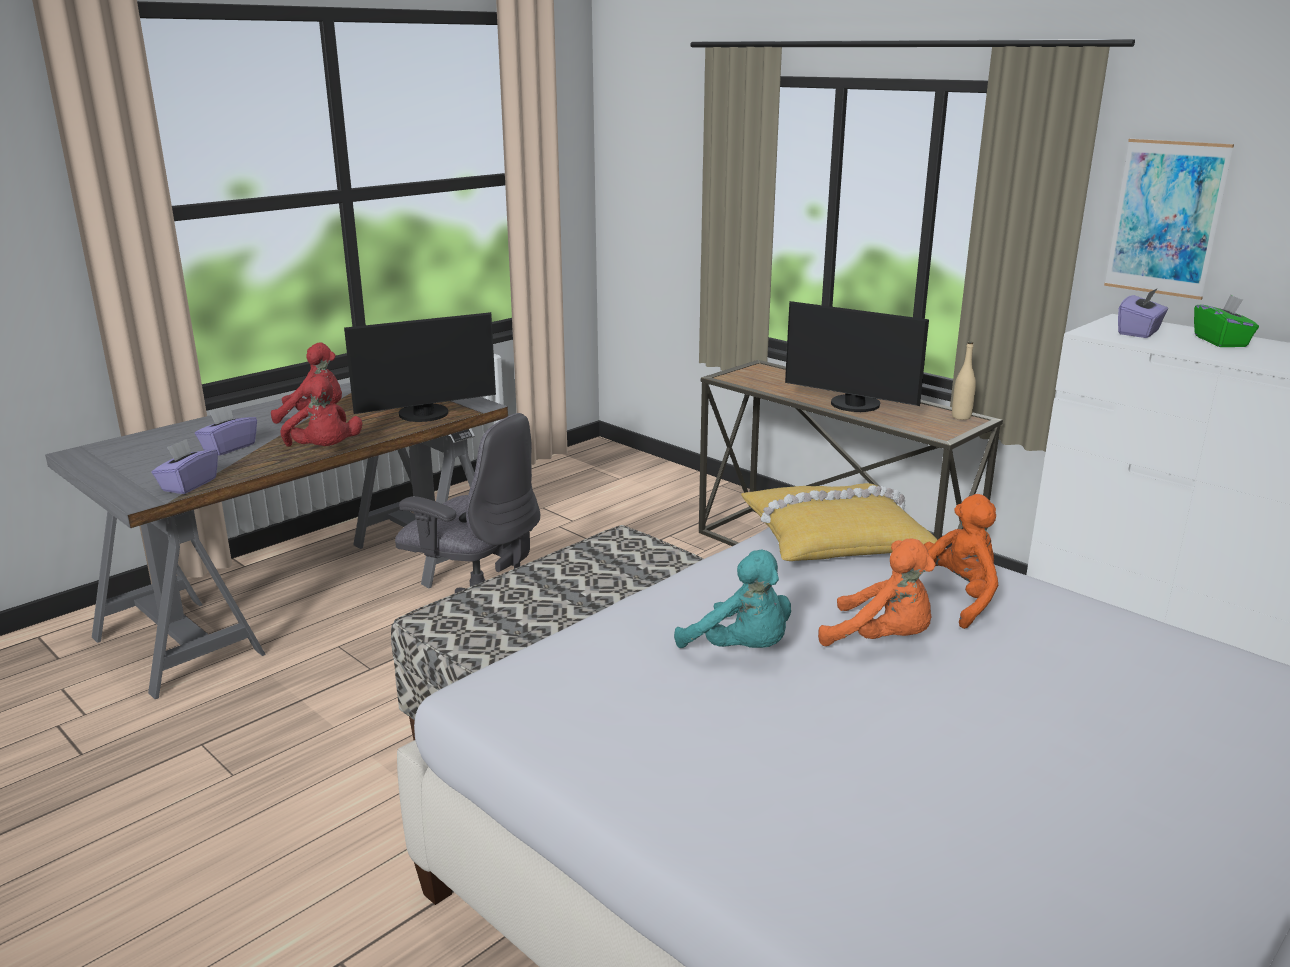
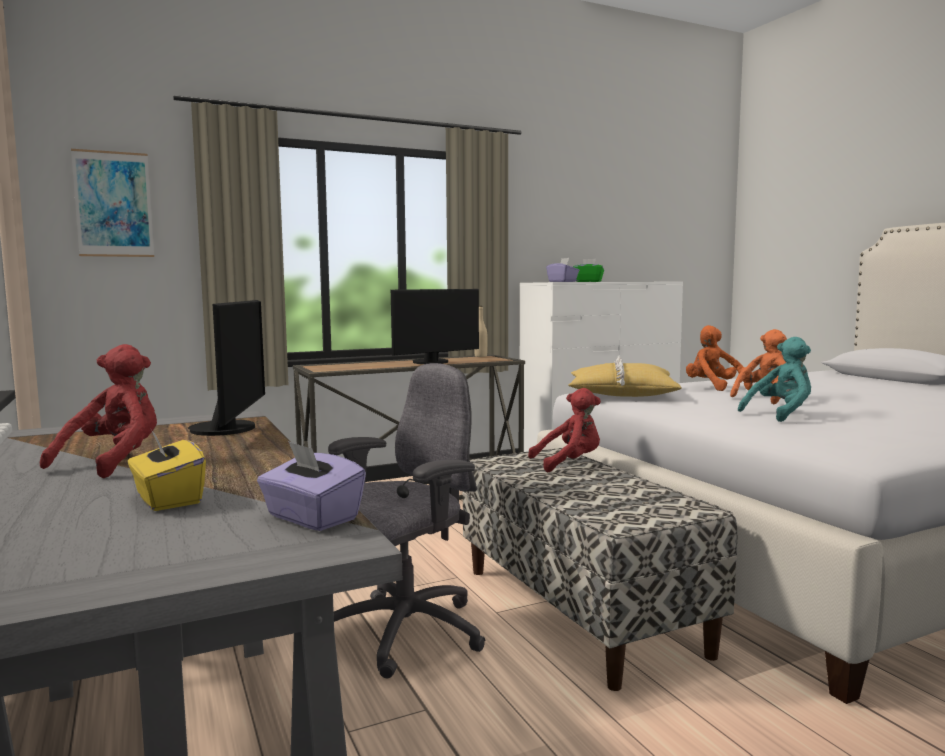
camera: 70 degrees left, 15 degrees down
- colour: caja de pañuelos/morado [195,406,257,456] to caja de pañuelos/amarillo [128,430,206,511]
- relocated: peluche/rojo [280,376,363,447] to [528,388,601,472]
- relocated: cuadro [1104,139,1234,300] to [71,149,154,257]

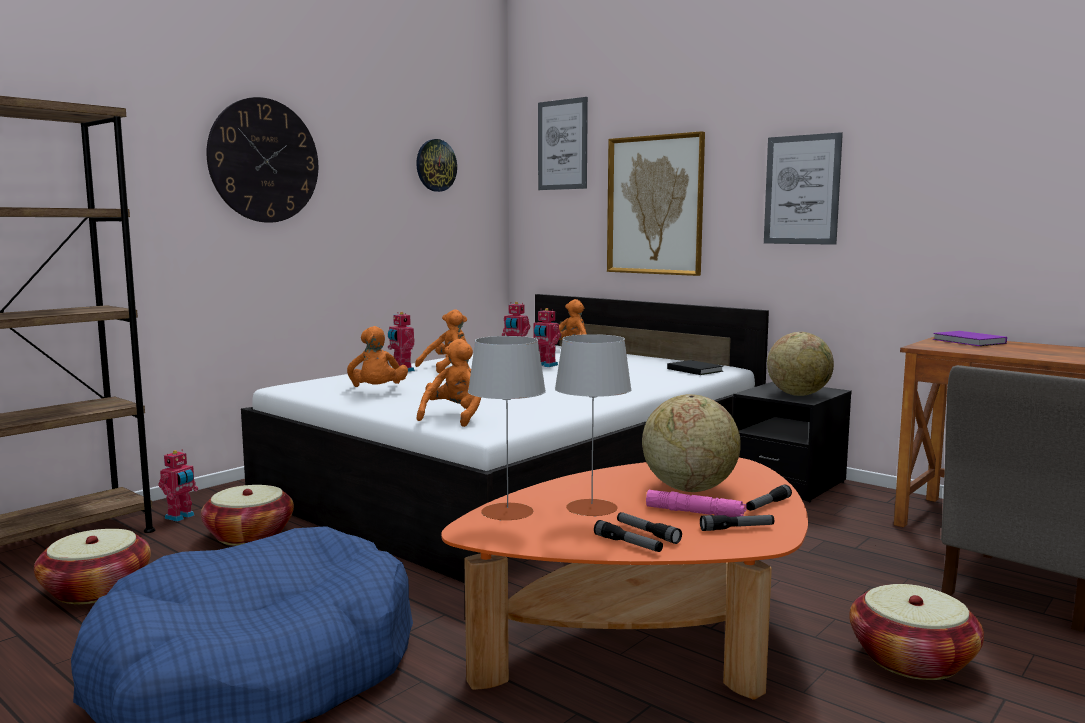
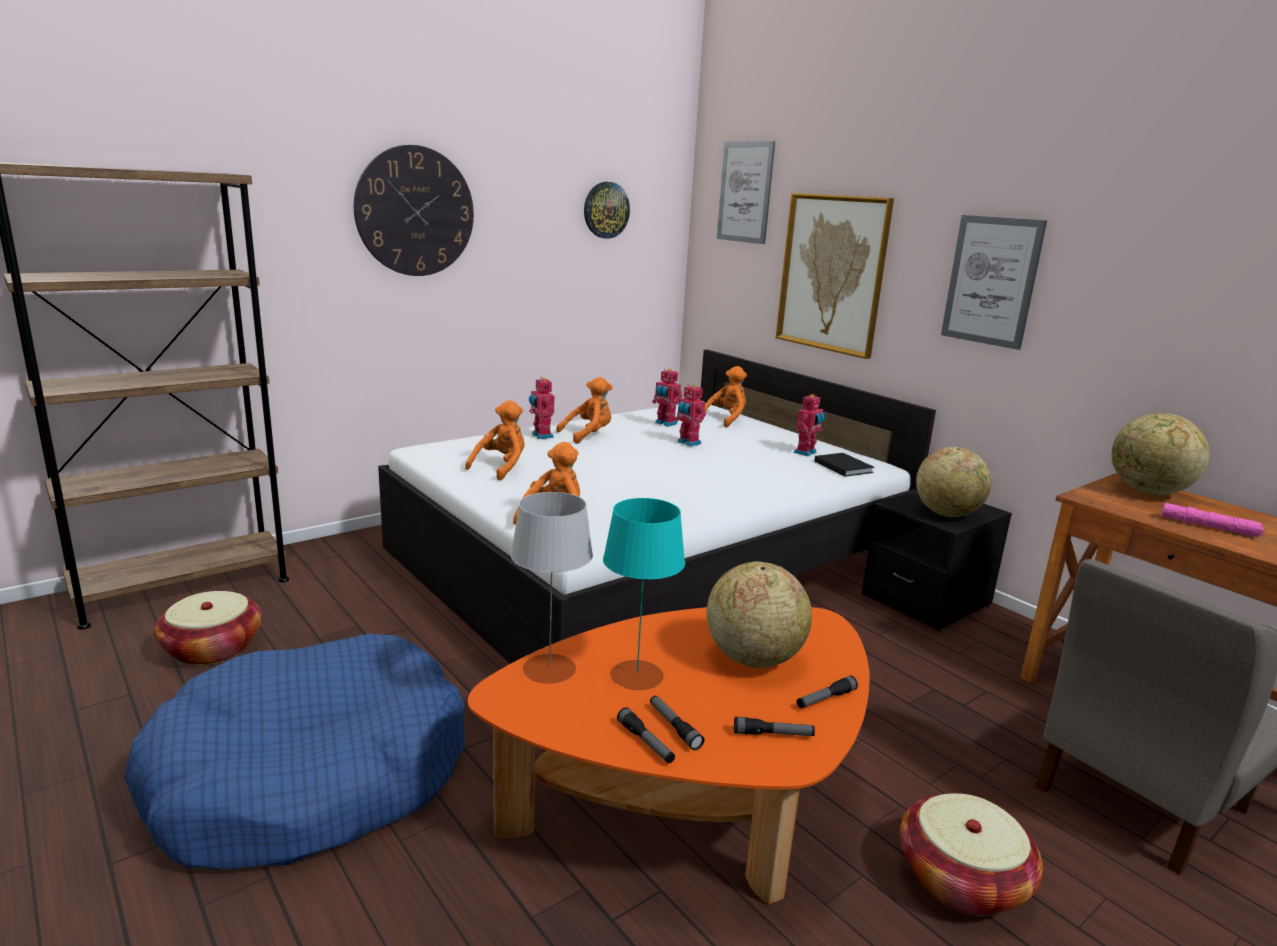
camera: 10 degrees right, 10 degrees up
- relocated: robot de juguete [158,449,198,522] to [794,394,825,456]
- missing: cesta [201,485,294,546]
- spun: peluche/naranja [347,326,408,387] = [465,400,525,480] 150 degrees counterclockwise
- colour: lámpara de mesa/gris [555,334,632,516] to lámpara de mesa/turquesa [603,498,685,690]
- relocated: linterna/rosa [646,490,746,517] to [1161,503,1264,537]
- exchanged: libro/morado [933,331,1007,346] to globo terráqueo [1112,413,1209,495]

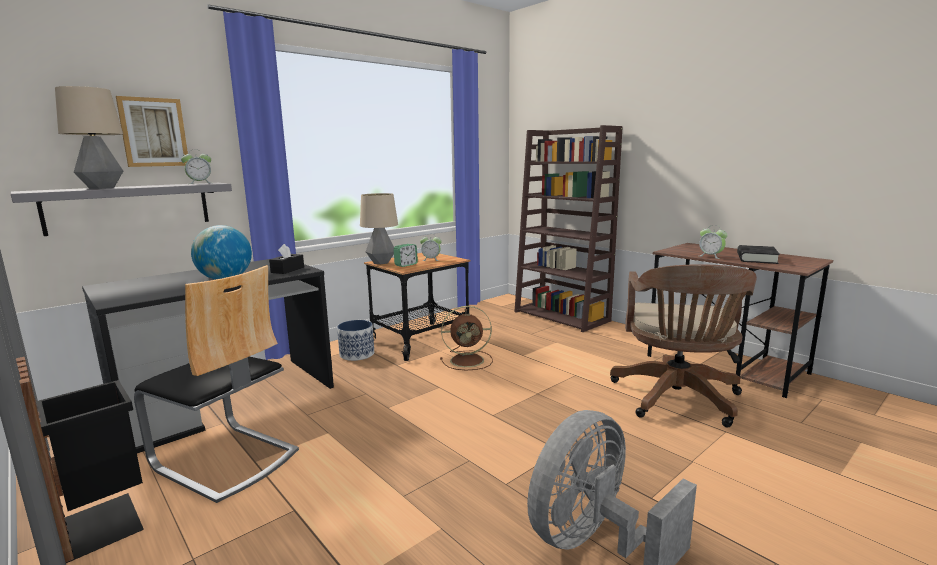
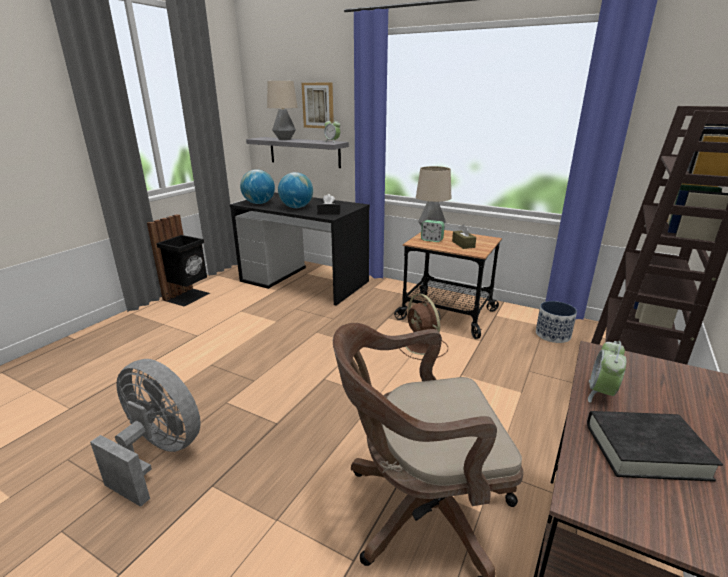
camera: 70 degrees right, 10 degrees up
- missing: silla [134,265,299,503]
- relocated: maceta [337,320,374,361] to [536,301,577,343]
- exchanged: despertador [420,234,442,261] to caja de pañuelos/marrón [452,224,476,249]
- appeared: globo terráqueo [240,169,275,204]

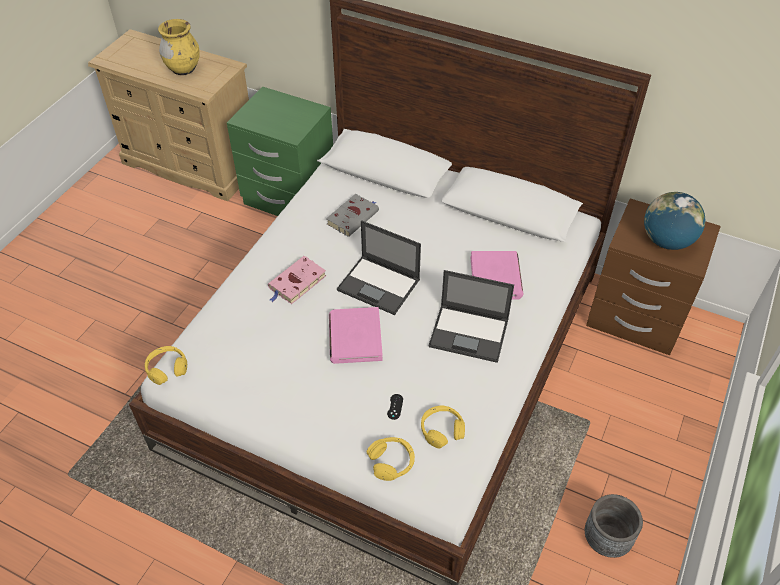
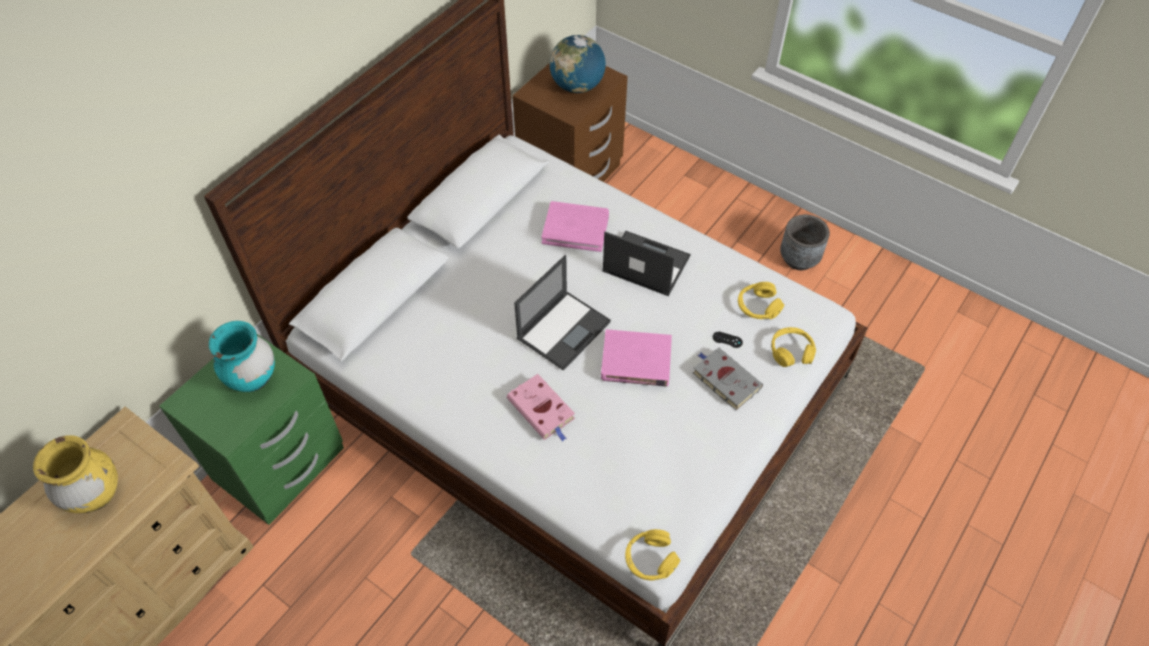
camera: 80 degrees left, 5 degrees up
- relocated: libro/gris [326,194,379,237] to [693,348,763,410]
- spun: portátil [429,270,514,363] = [602,231,691,296] 90 degrees counterclockwise
- appeared: florero/turquesa [209,321,275,392]

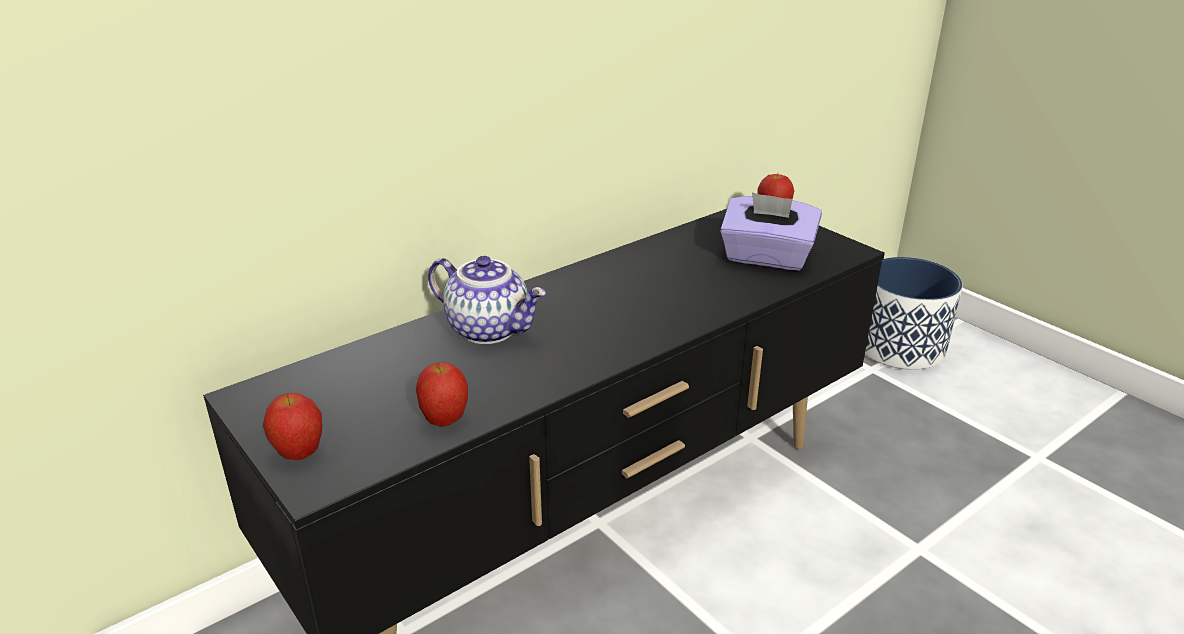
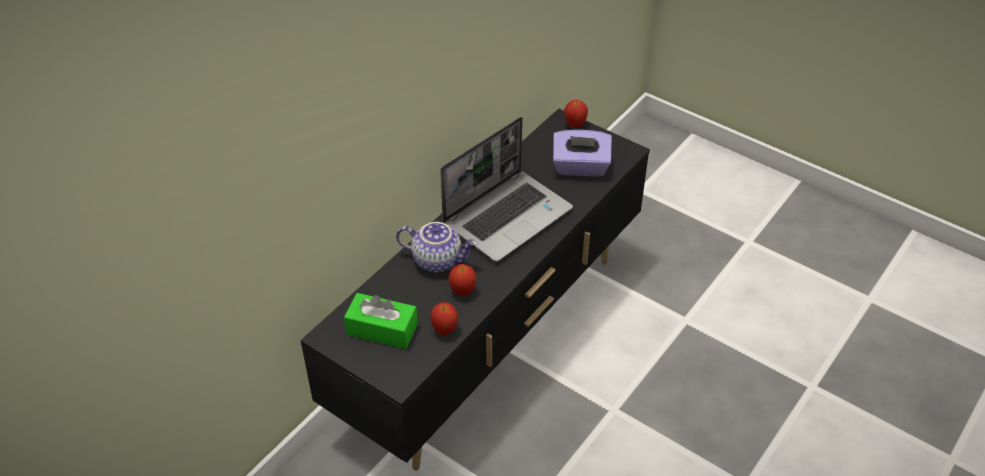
camera: 15 degrees left, 15 degrees up
- relocated: manzana [263,392,322,460] to [449,264,477,296]
- missing: maceta [865,257,963,370]
- appeared: caja de pañuelos/verde [344,293,418,349]
- appeared: portátil [440,117,573,262]

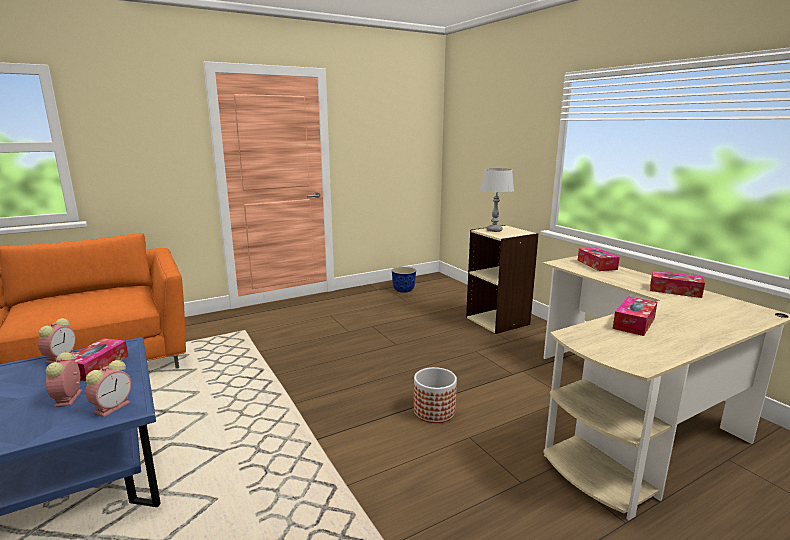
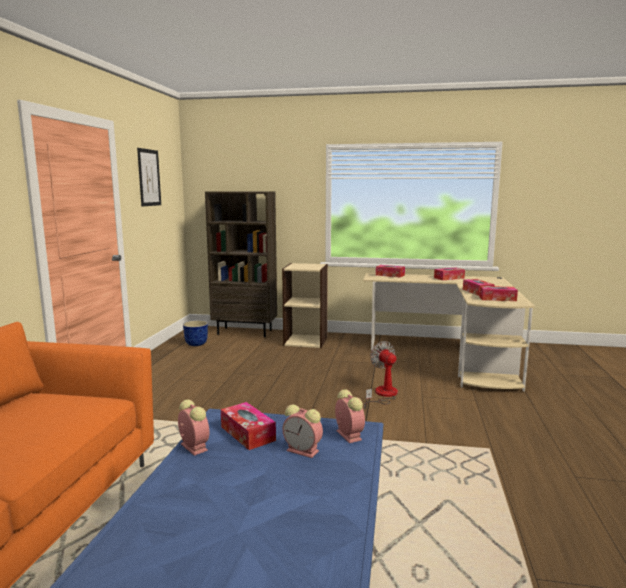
camera: 50 degrees left, 5 degrees down
- exchanged: maceta [414,367,457,423] to ventilador [364,341,398,409]
- missing: lámpara de mesa/gris [480,168,514,232]
- appeared: cuadro [137,148,161,207]
- appeared: estantería/marrón [205,191,277,337]
- appeared: caja de pañuelos [479,286,518,301]

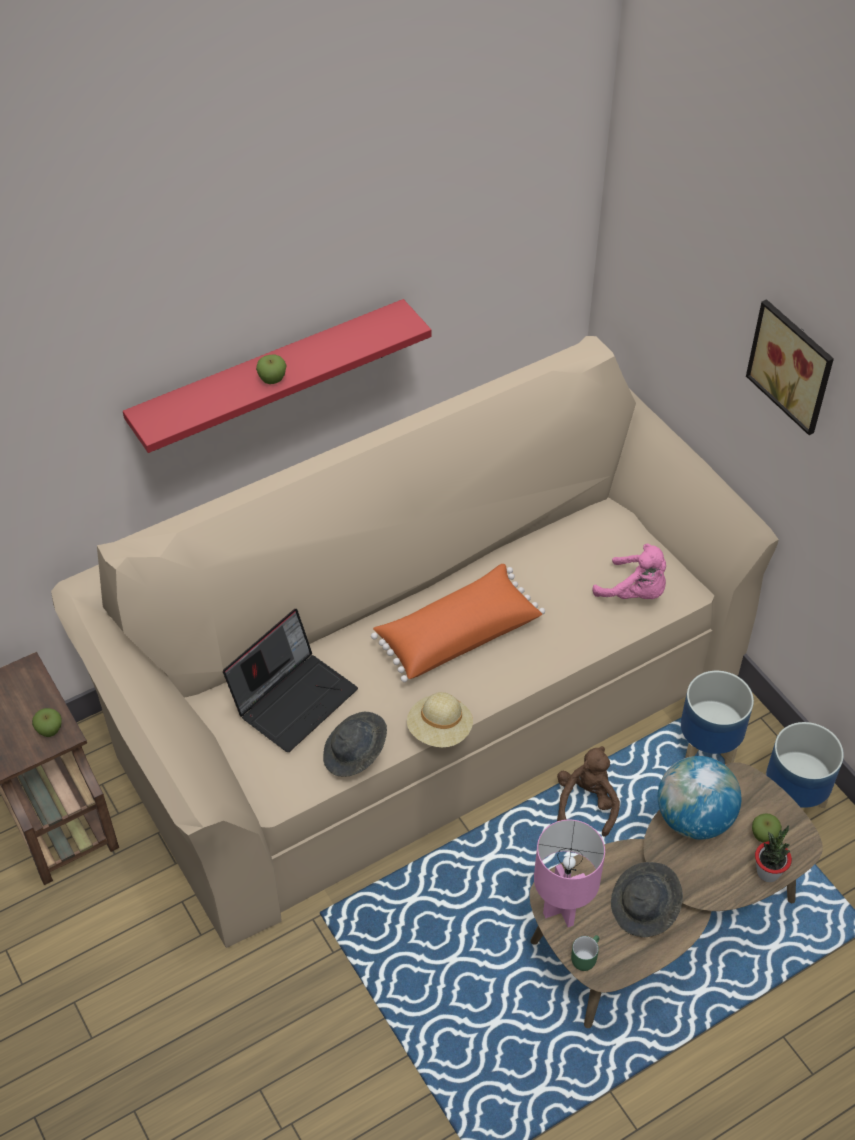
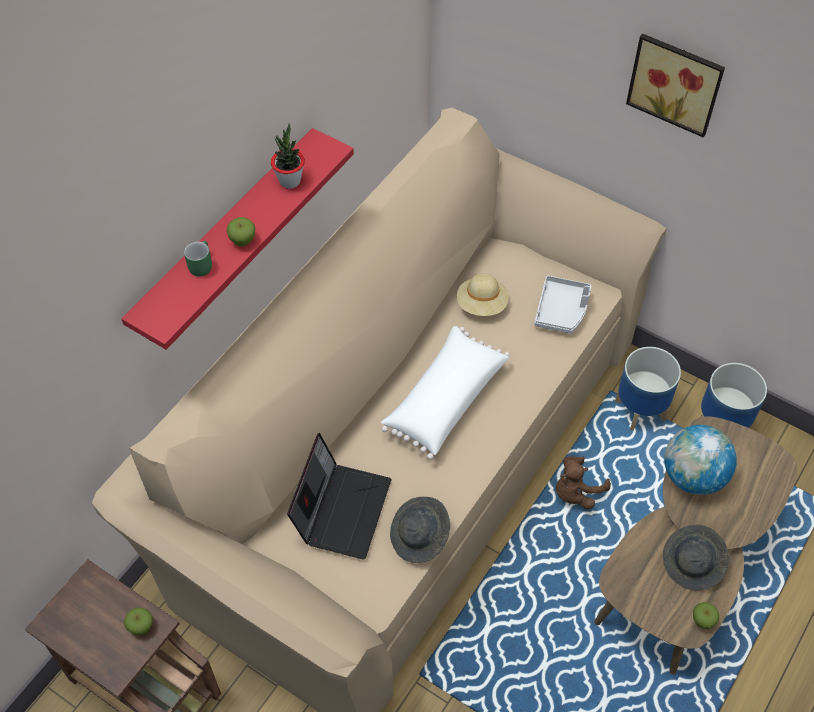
camera: 25 degrees left, 5 degrees up
- colour: cojín/naranja [371,564,545,682] to cojín/blanco [381,326,510,459]
- relocated: sombrero/beis [407,692,473,747] to [457,273,509,316]
- missing: lámpara de mesa/rosa [534,820,605,927]
- spun: peluche/marrón [557,746,620,837] = [556,456,611,509] 120 degrees counterclockwise
- relocated: taza grande/verde [571,935,599,971] to [184,241,212,277]
- exchanged: peluche/rosa [592,544,666,599] to bandeja/gris [534,276,591,333]
- relocated: manzana [752,813,782,843] to [693,602,719,629]
- relocated: planta en maceta [755,825,792,882] to [271,123,305,189]

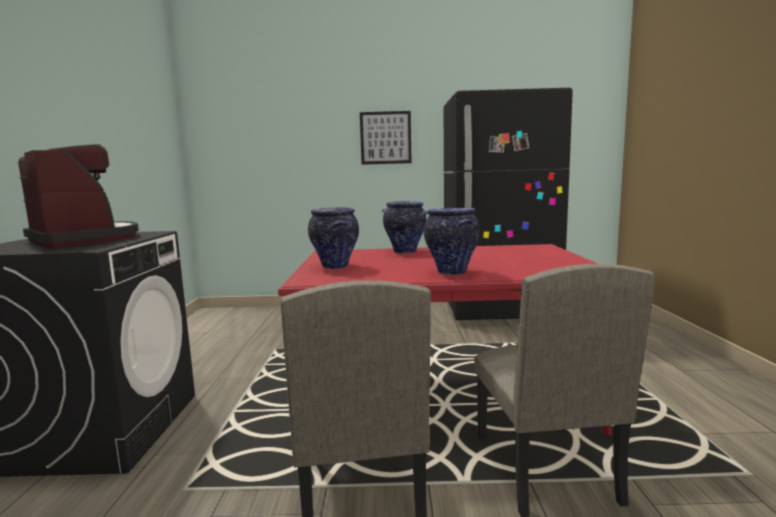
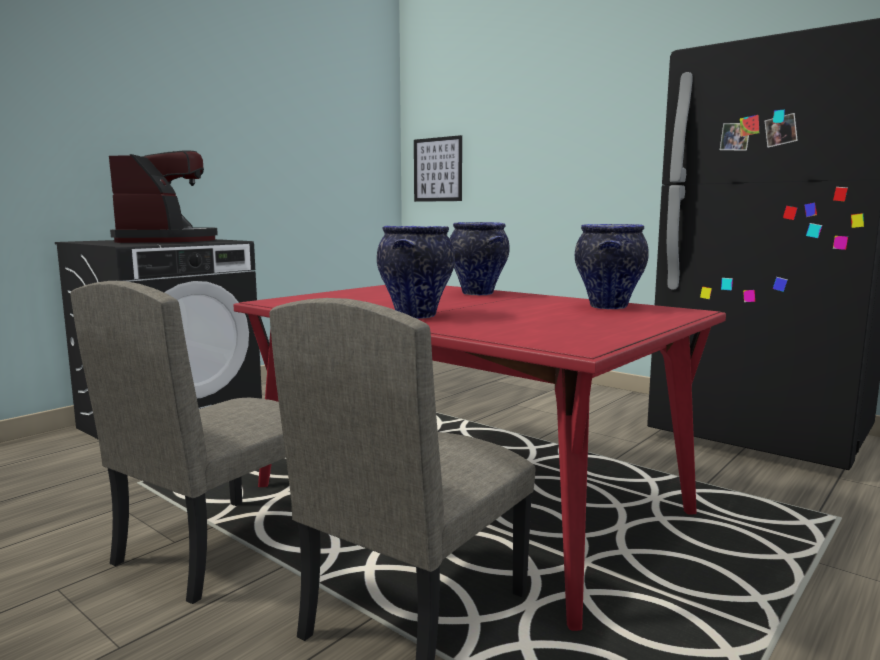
camera: 40 degrees right, 0 degrees up
- relocated: florero [308,207,359,269] to [575,224,649,309]
- relocated: cuadro [360,111,412,165] to [414,135,462,202]

